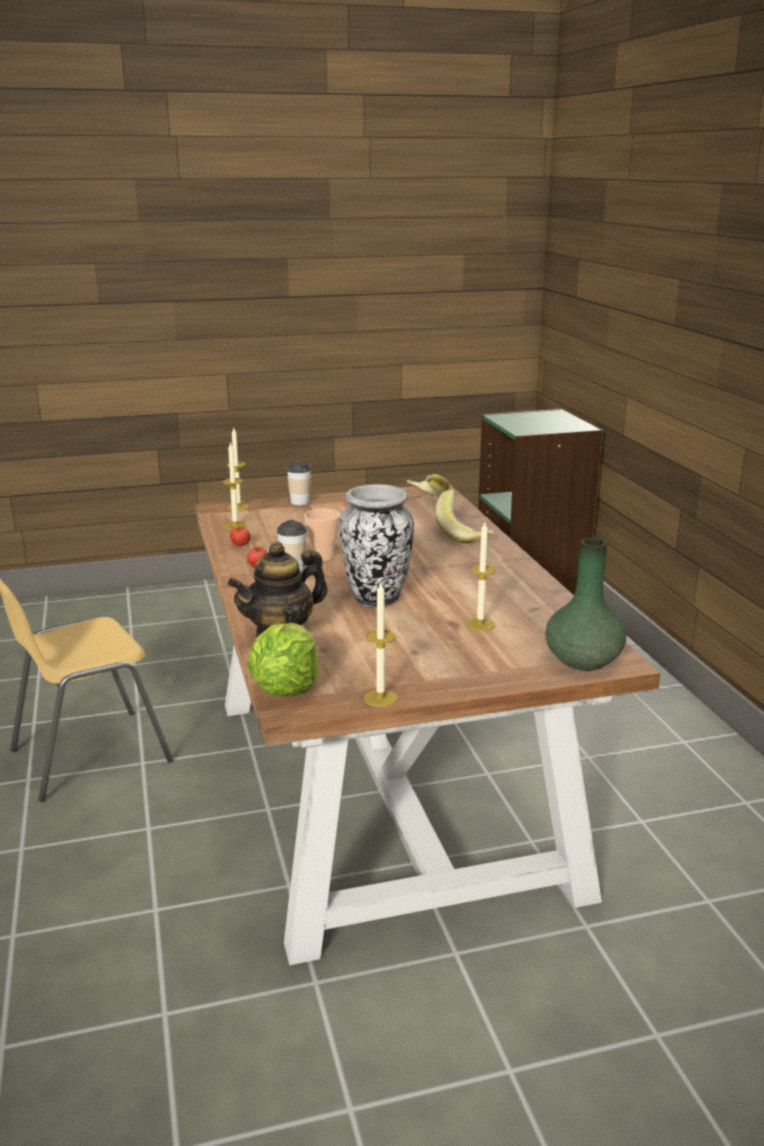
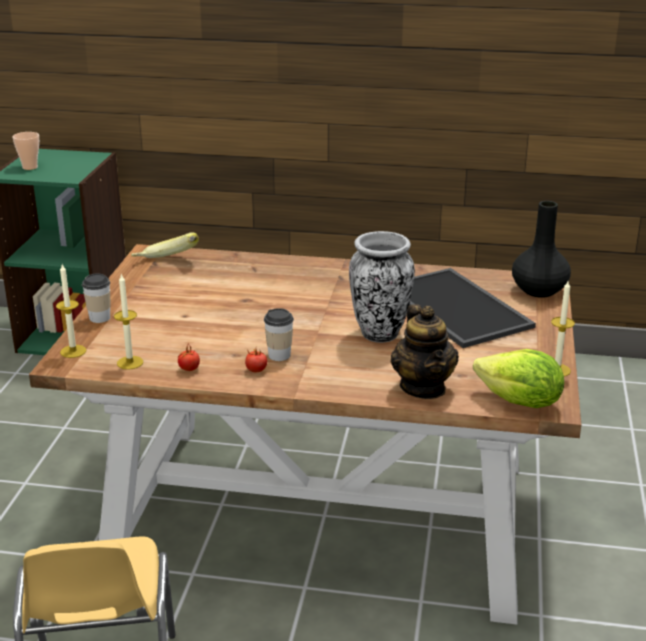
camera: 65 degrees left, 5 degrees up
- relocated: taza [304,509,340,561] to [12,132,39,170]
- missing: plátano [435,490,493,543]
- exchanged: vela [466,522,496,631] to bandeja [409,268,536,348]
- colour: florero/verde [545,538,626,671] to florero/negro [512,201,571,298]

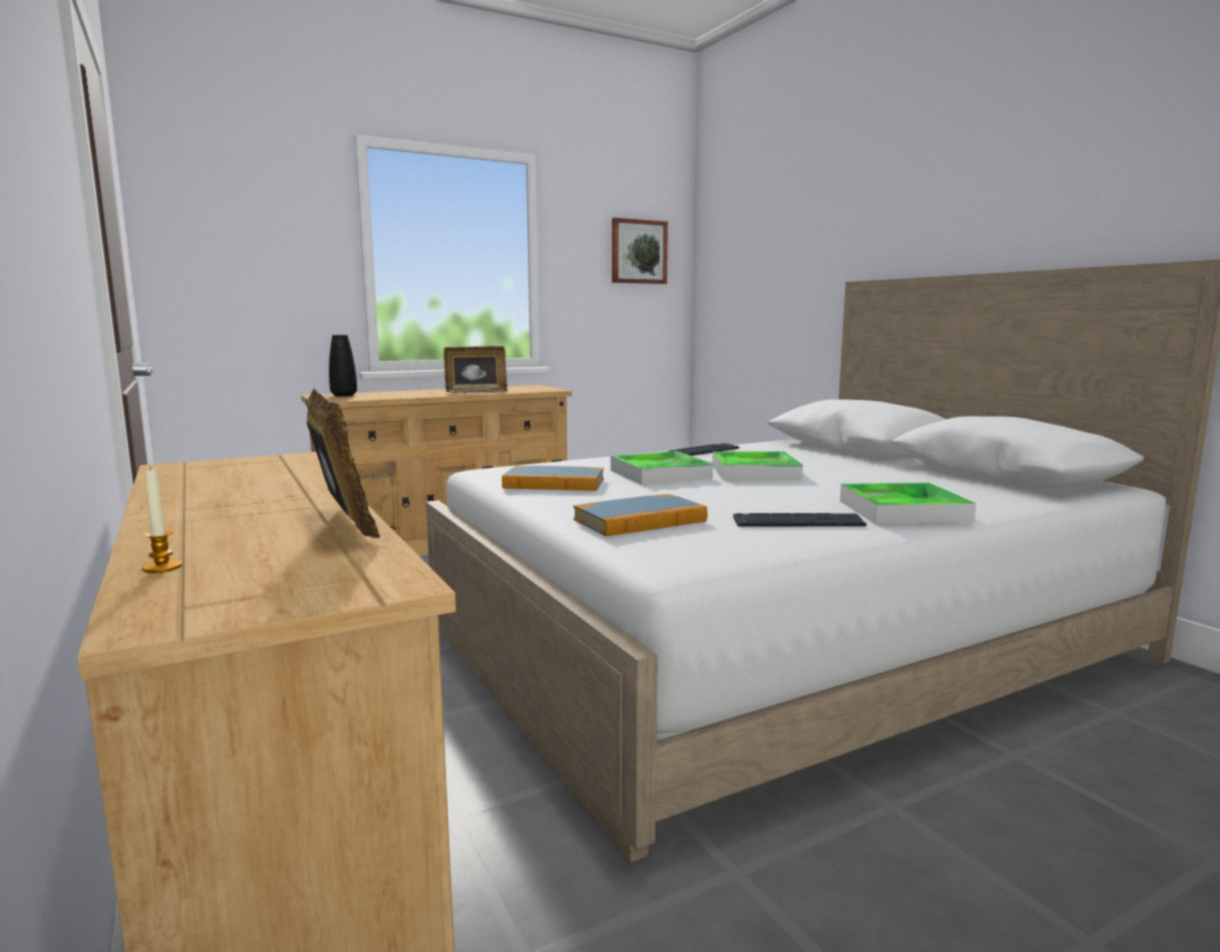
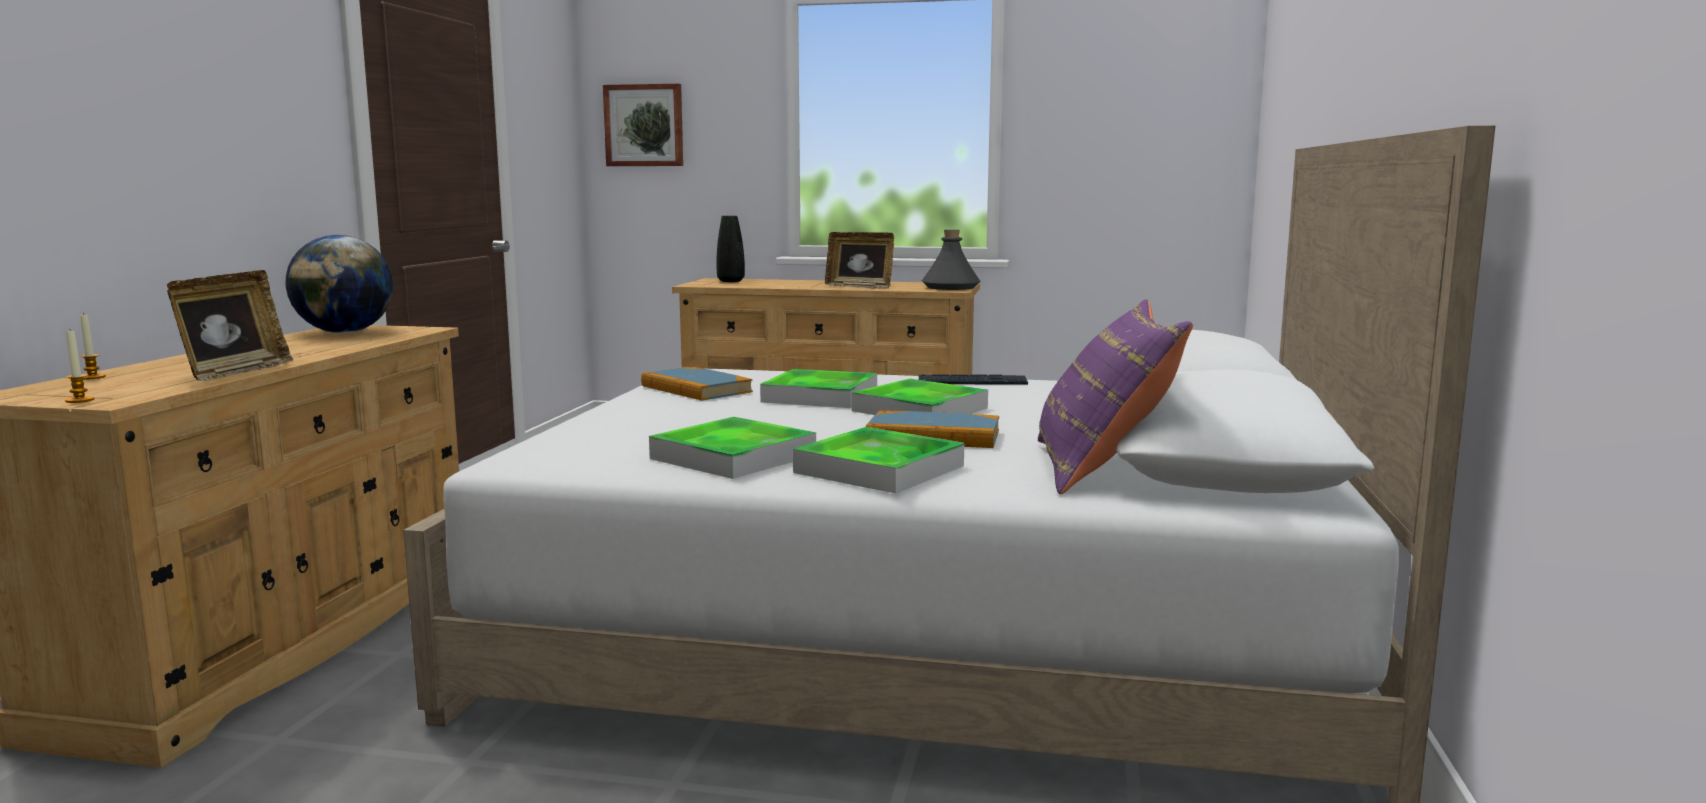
camera: 40 degrees right, 0 degrees up
- relocated: libro [573,494,708,536] to [866,410,999,448]
- relocated: cuadro [612,218,668,284] to [603,84,683,166]
- exchanged: teclado [733,513,867,526] to bandeja [649,417,816,479]
- appeared: vela [65,331,95,403]
- appeared: globo terráqueo [286,235,393,333]
- appeared: botella/gris [922,229,981,290]
- appeared: cojín/morado [1038,299,1193,495]

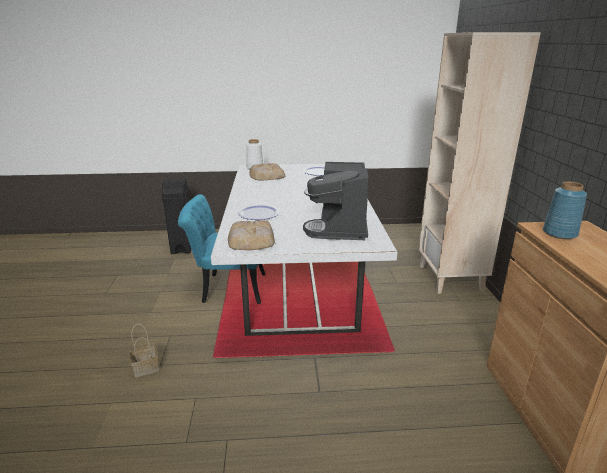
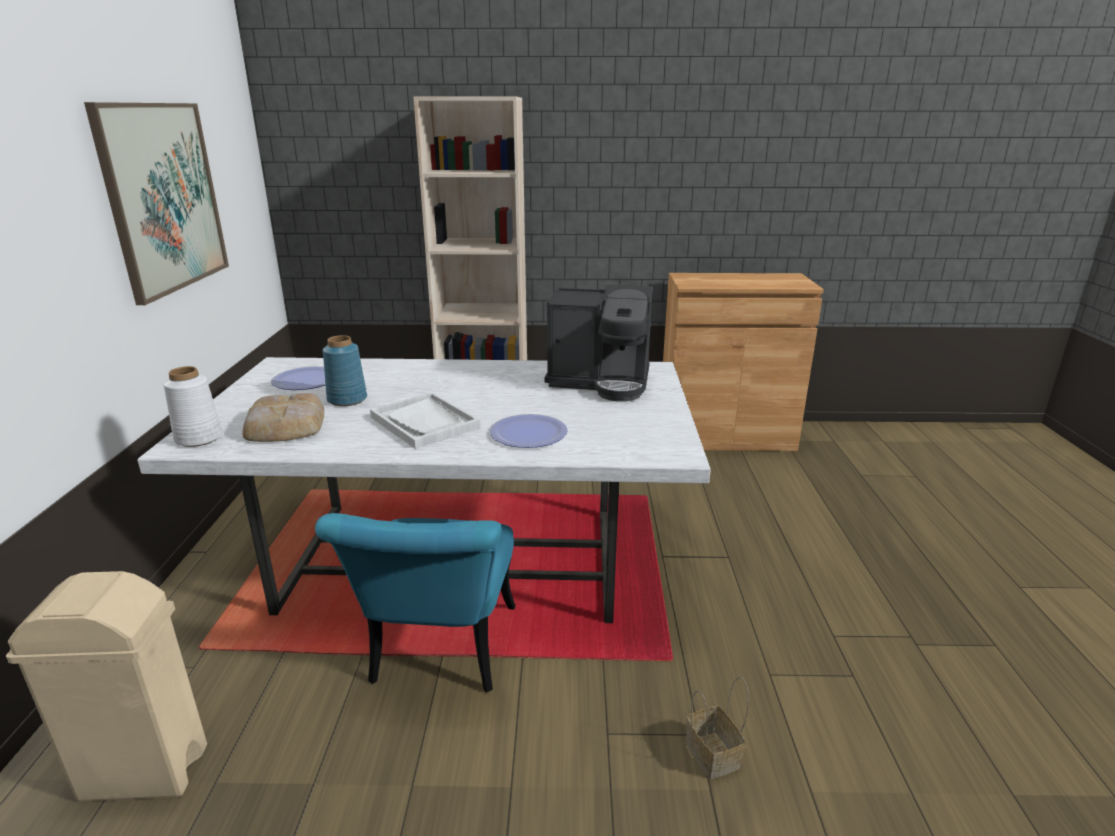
camera: 85 degrees left, 0 degrees up
- colour: papelera/negro [161,179,191,254] to papelera/beis [6,571,207,802]
- missing: pan [228,220,275,250]
- relocated: florero/azul [543,181,587,239] to [323,335,367,406]
- appeared: cuadro [84,102,229,305]
- appeared: bandeja/blanco [370,392,480,449]

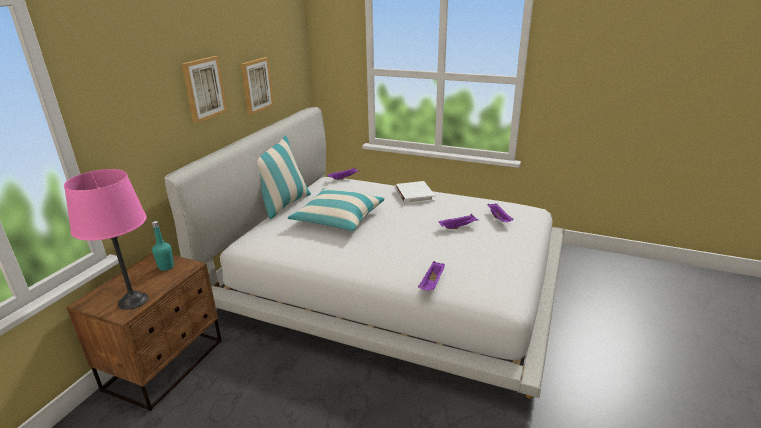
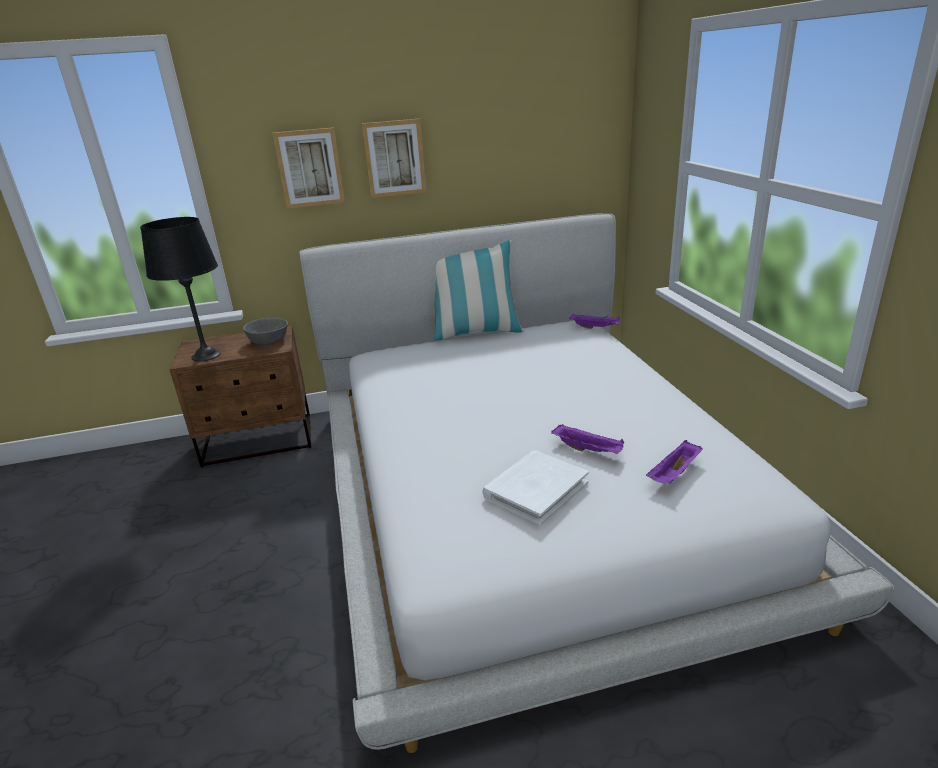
camera: 55 degrees right, 0 degrees up
- colour: lámpara de mesa/rosa [64,169,148,310] to lámpara de mesa/negro [140,217,221,362]
- exchanged: botella/turquesa [152,221,174,271] to cuenco/gris [243,318,288,345]
- relocated: cuadro [241,57,274,115] to [273,128,345,209]
- missing: cojín [288,188,385,231]
- relocated: libro/blanco [395,181,435,204] to [482,451,589,526]
- missing: bandeja/morado [418,261,445,291]

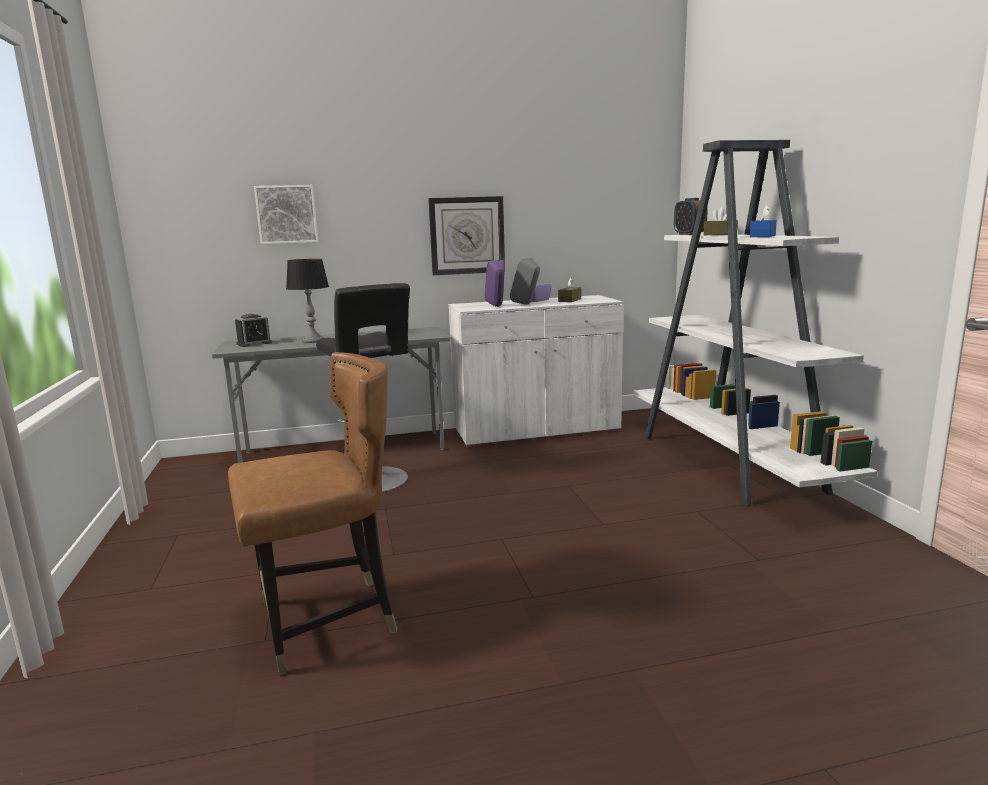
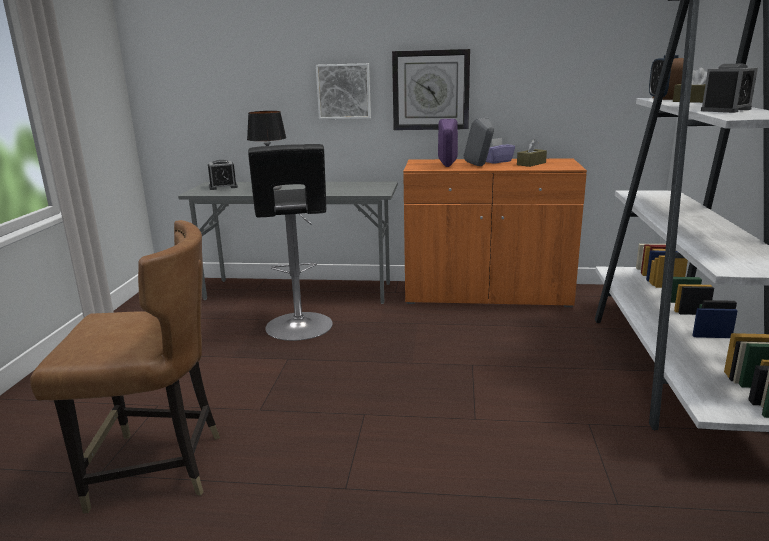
camera: 20 degrees right, 5 degrees up
- relocated: cuadro [254,185,318,244] to [316,63,371,119]
- colour: armario/blanco [449,295,624,447] to armario/naranja [403,158,587,307]
- exchanged: caja de pañuelos/azul [750,205,777,237] to despertador [701,64,758,113]

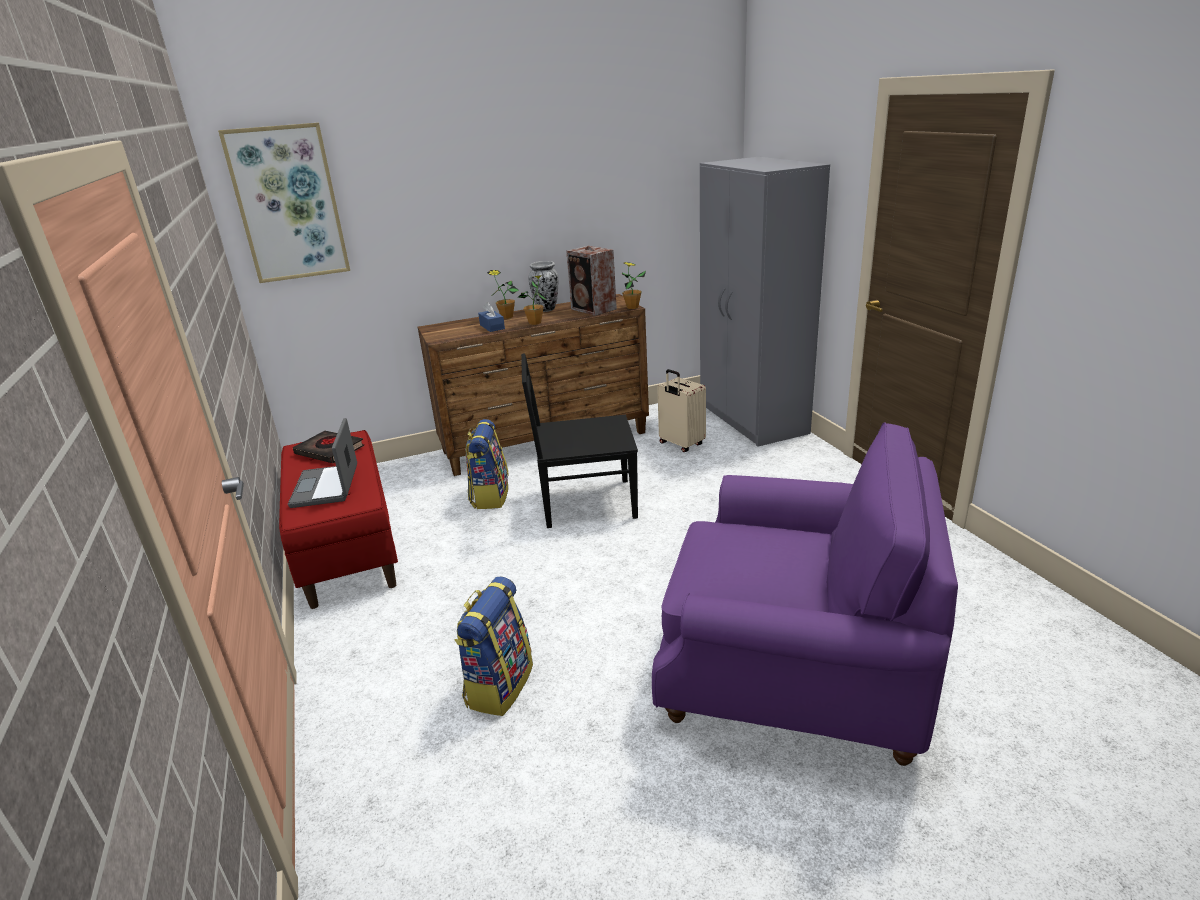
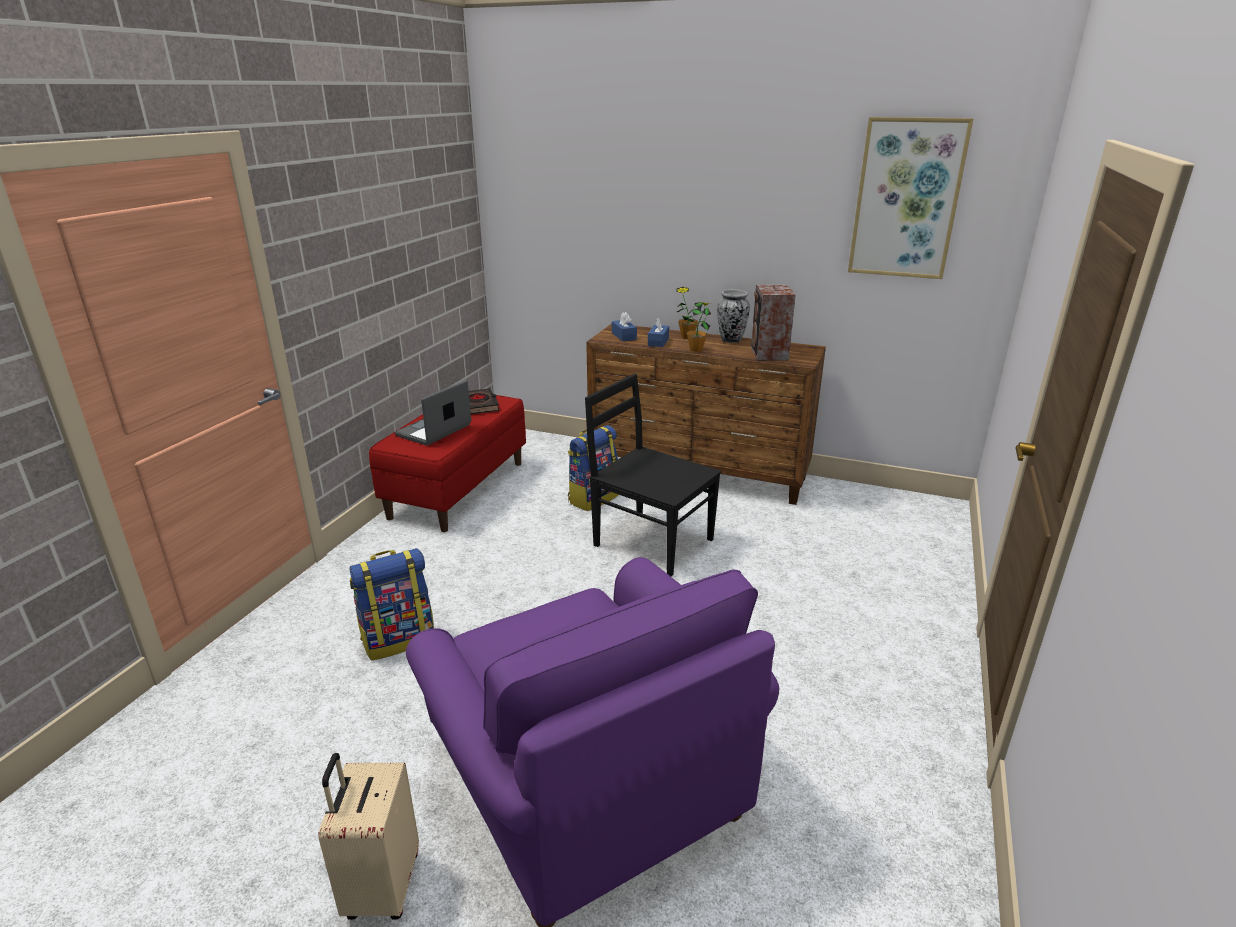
camera: 40 degrees right, 0 degrees up
- relocated: cuadro [218,122,350,283] to [848,117,974,279]
- missing: planta en maceta [621,262,646,309]
- relocated: maleta/beis [657,369,706,452] to [318,753,419,920]
- missing: armario ropero/gris [700,157,830,447]
- appeared: caja de pañuelos/azul [612,312,637,341]

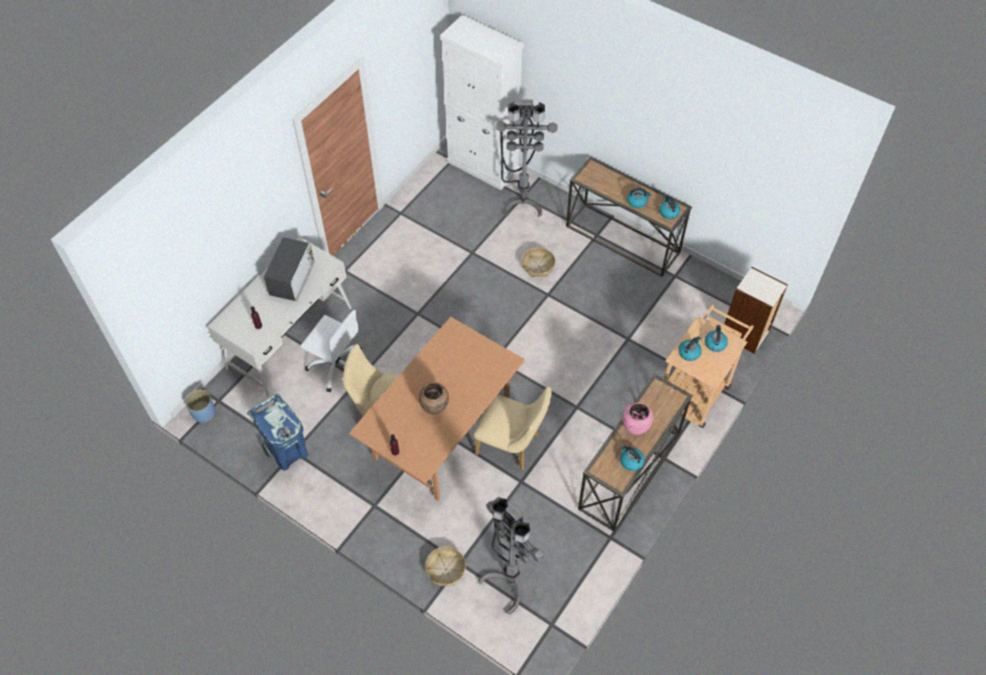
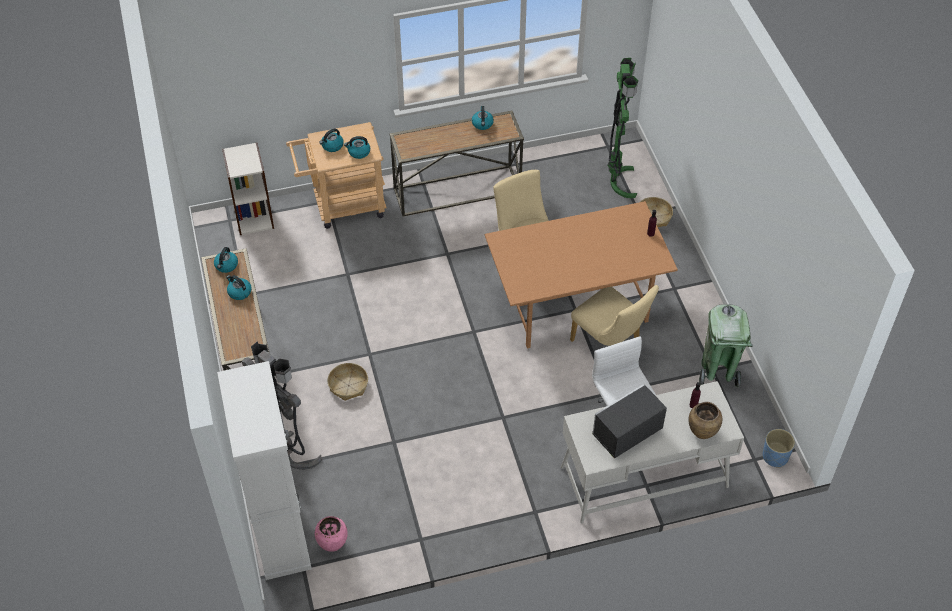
camera: 140 degrees left, 5 degrees down
- colour: papelera/azul [247,394,308,471] to papelera/verde [699,304,753,388]
- relocated: florero/marrón [419,382,449,414] to [689,402,722,439]
- colour: lámpara de pie/gris [479,497,543,614] to lámpara de pie/verde [608,58,638,198]
- relocated: florero/rosa [622,402,653,435] to [315,516,348,552]

